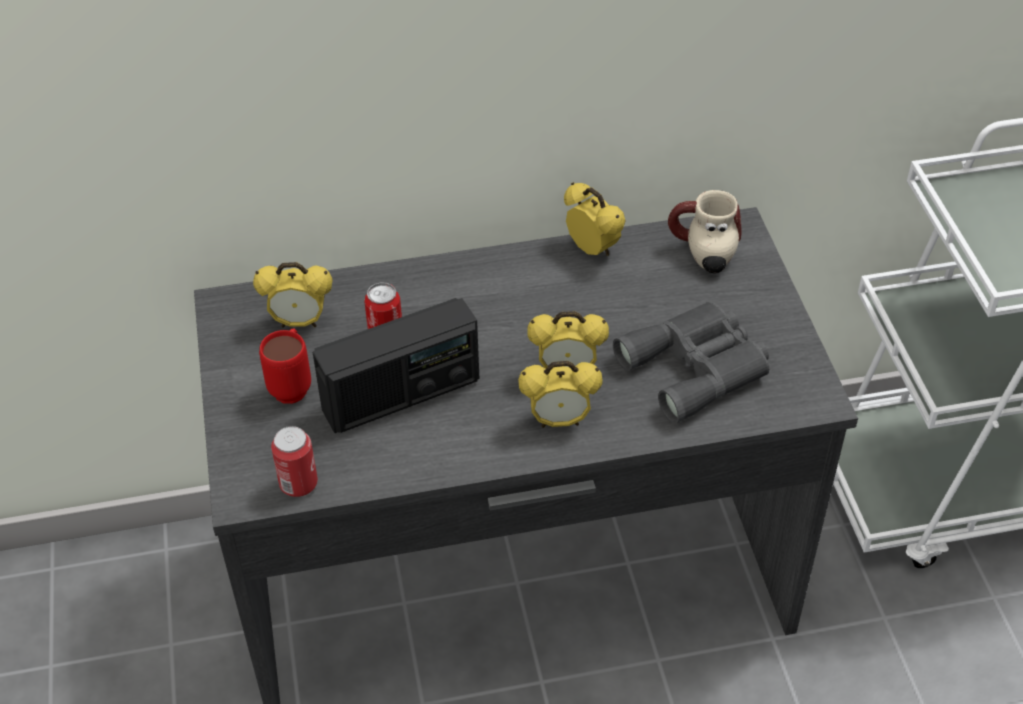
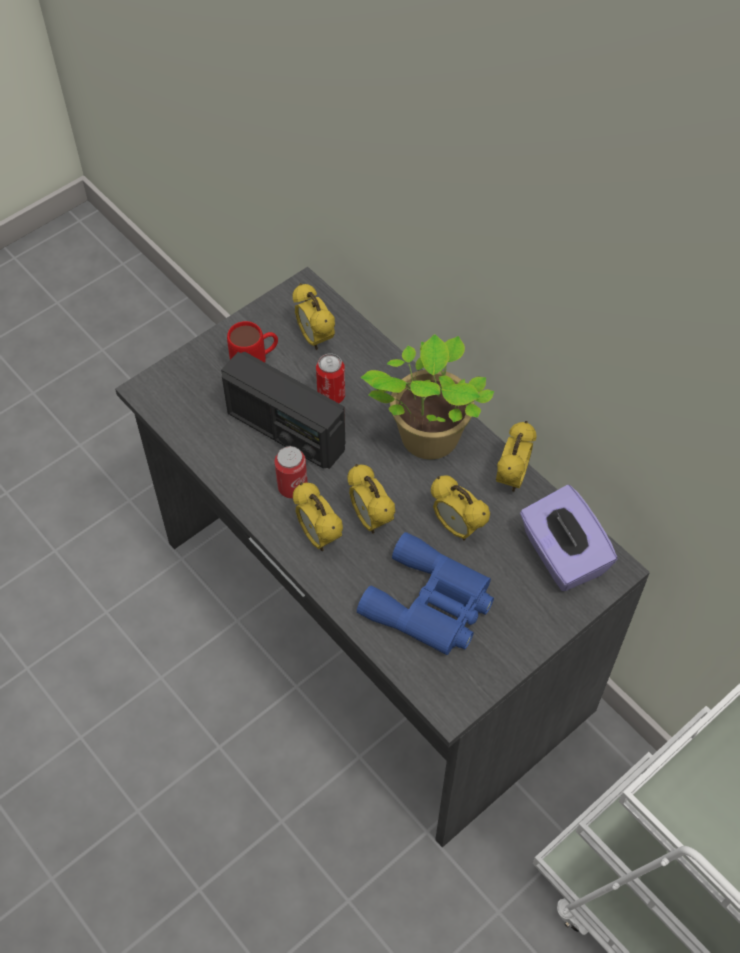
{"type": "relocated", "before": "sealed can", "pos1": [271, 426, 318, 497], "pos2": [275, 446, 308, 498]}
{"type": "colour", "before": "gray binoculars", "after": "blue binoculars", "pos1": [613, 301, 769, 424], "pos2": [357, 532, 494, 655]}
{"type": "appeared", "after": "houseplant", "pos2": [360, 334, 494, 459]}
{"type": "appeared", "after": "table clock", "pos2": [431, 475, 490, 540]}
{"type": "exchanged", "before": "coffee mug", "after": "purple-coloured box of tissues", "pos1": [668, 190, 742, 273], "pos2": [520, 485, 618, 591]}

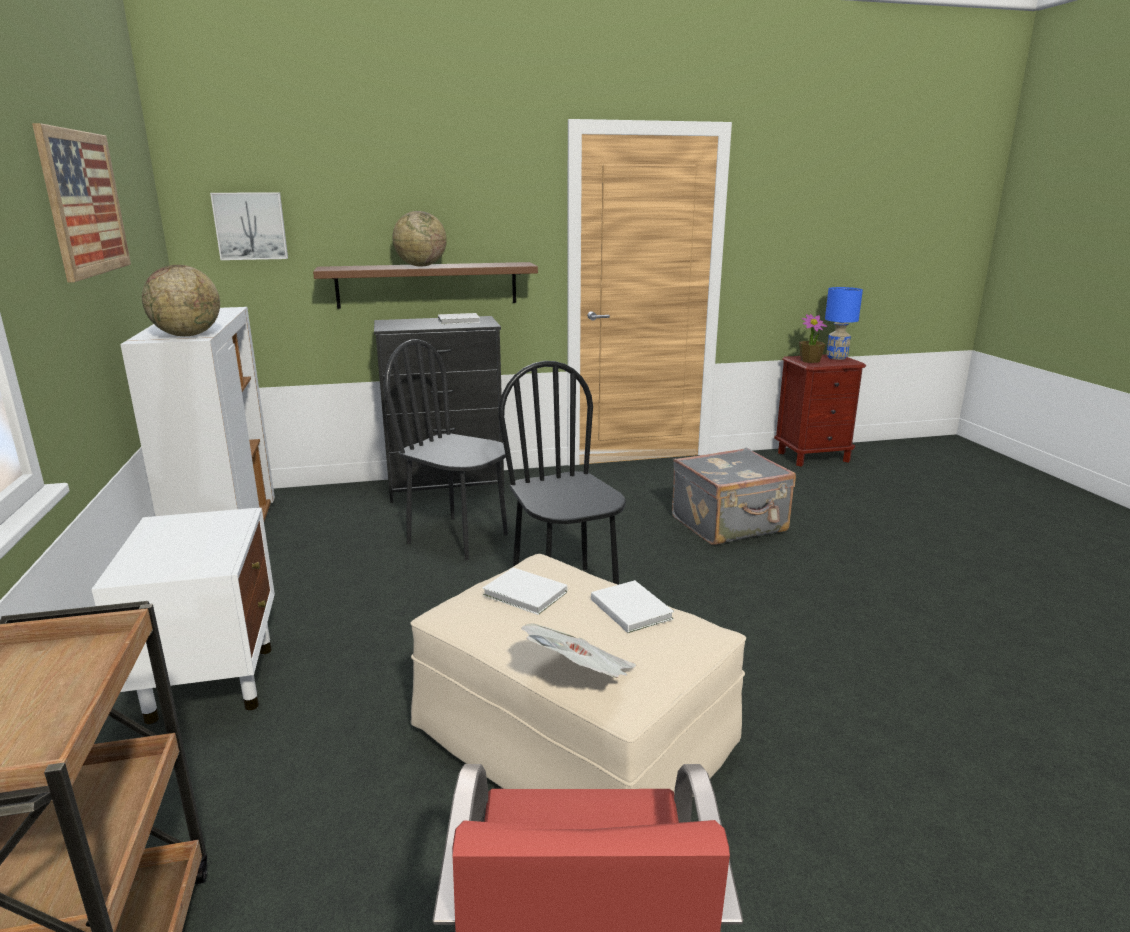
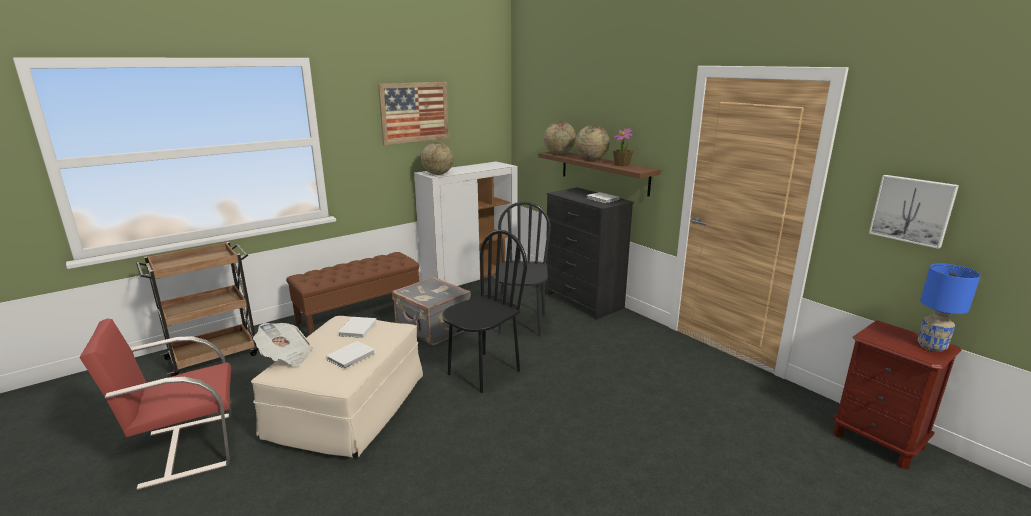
{"type": "exchanged", "before": "white nightstand", "after": "brownish bench", "pos1": [91, 508, 275, 724], "pos2": [286, 252, 419, 336]}
{"type": "relocated", "before": "gray suitcase", "pos1": [672, 448, 796, 545], "pos2": [392, 277, 471, 345]}
{"type": "appeared", "after": "desk globe", "pos2": [544, 121, 576, 154]}
{"type": "relocated", "before": "houseplant", "pos1": [799, 314, 827, 363], "pos2": [613, 128, 633, 166]}
{"type": "relocated", "before": "wall art", "pos1": [210, 193, 288, 260], "pos2": [869, 175, 959, 249]}

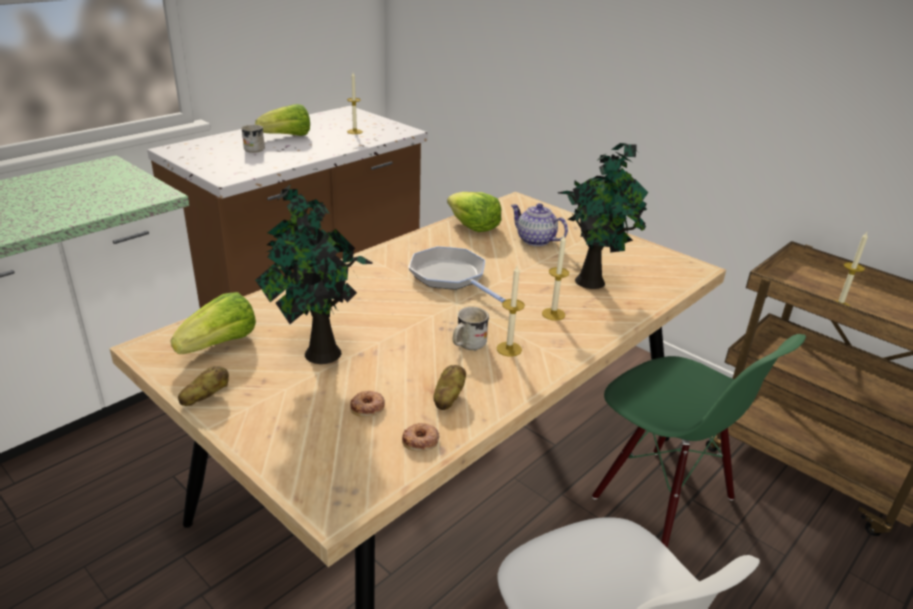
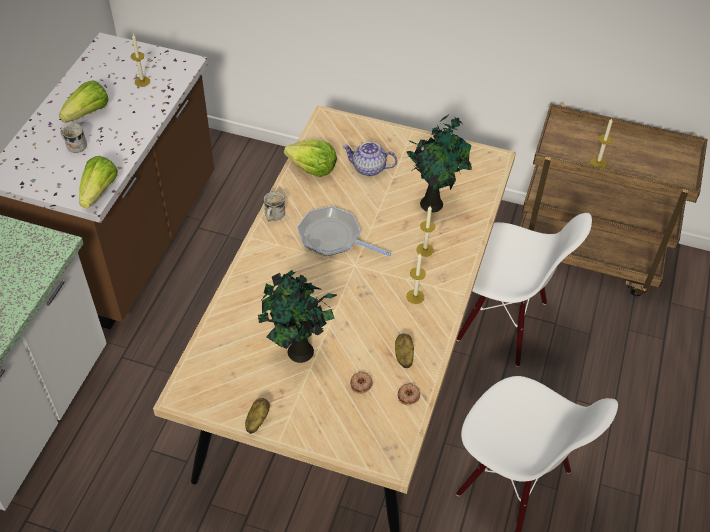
{"type": "relocated", "before": "lettuce", "pos1": [171, 292, 256, 354], "pos2": [79, 156, 118, 208]}
{"type": "relocated", "before": "white coffee mug", "pos1": [453, 307, 489, 351], "pos2": [264, 191, 285, 222]}
{"type": "colour", "before": "green upright chair", "after": "white upright chair", "pos1": [592, 334, 806, 548], "pos2": [457, 213, 592, 367]}

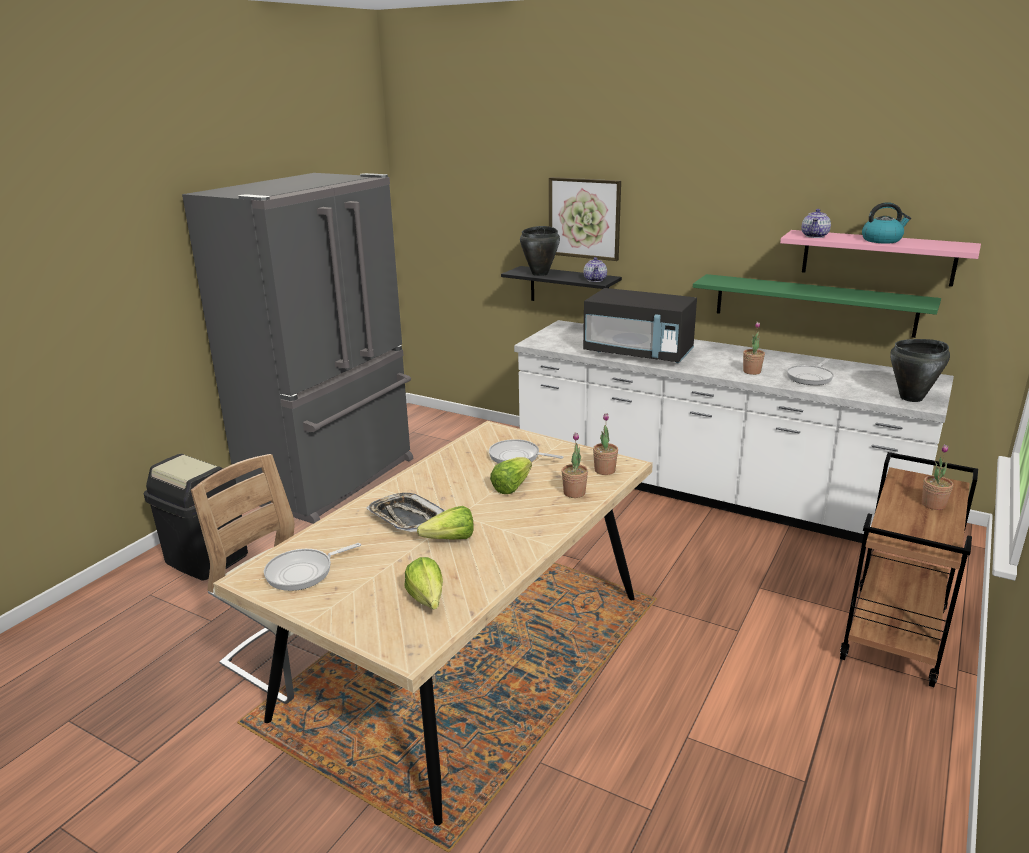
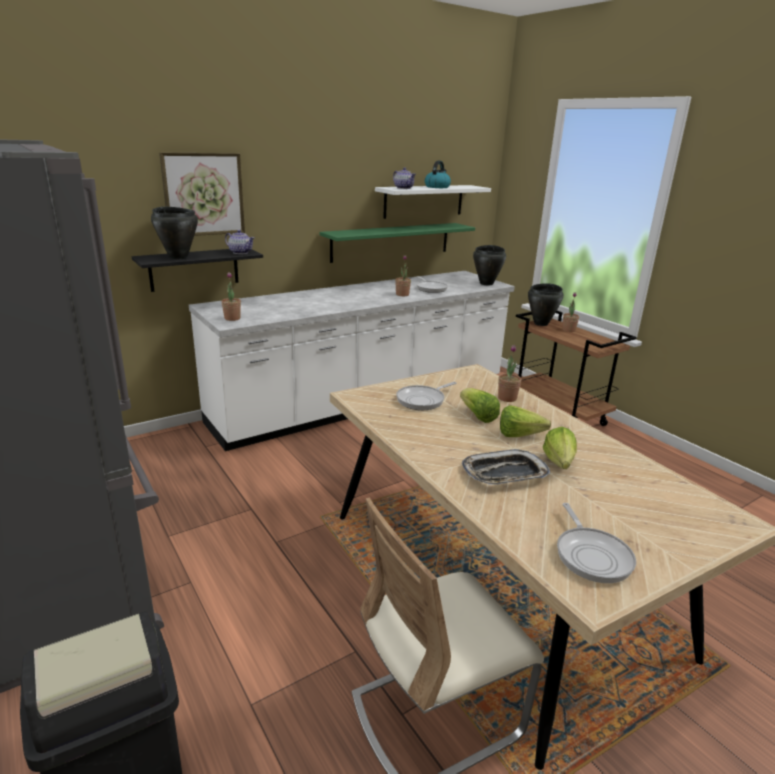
{"type": "relocated", "before": "houseplant", "pos1": [593, 413, 618, 475], "pos2": [222, 272, 241, 321]}
{"type": "colour", "before": "pink shelf", "after": "white shelf", "pos1": [780, 230, 981, 287], "pos2": [375, 185, 491, 219]}
{"type": "relocated", "before": "lettuce", "pos1": [404, 557, 443, 609], "pos2": [500, 405, 551, 437]}
{"type": "appeared", "after": "blackish stockpot", "pos2": [528, 283, 564, 326]}
{"type": "missing", "before": "blackish kitchen microwave", "pos1": [583, 288, 697, 363]}

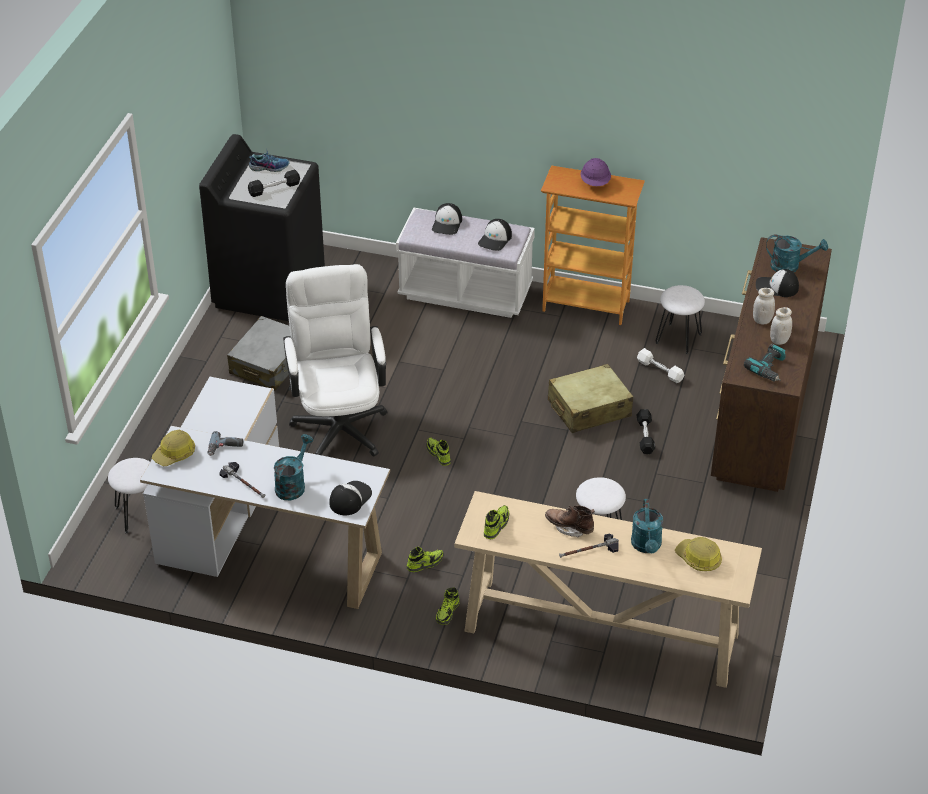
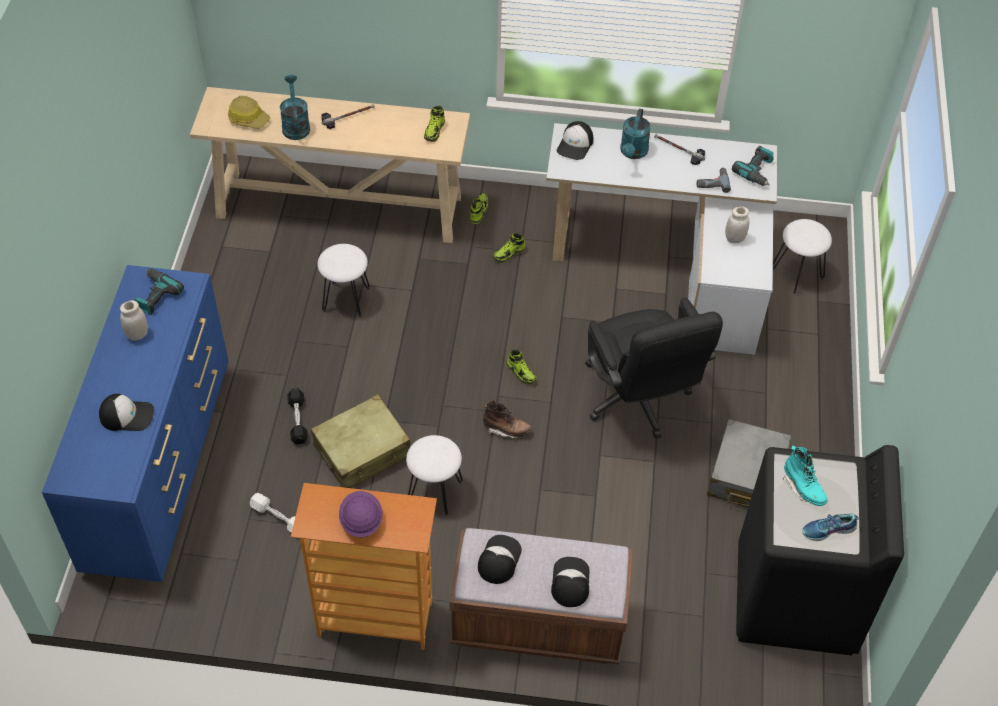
{"type": "colour", "before": "brownish chest of drawers", "after": "blue chest of drawers", "pos1": [711, 237, 832, 492], "pos2": [42, 265, 229, 582]}
{"type": "relocated", "before": "white stool seat", "pos1": [656, 285, 705, 354], "pos2": [406, 435, 463, 516]}
{"type": "colour", "before": "white bench", "after": "brownish bench", "pos1": [396, 207, 535, 318], "pos2": [449, 528, 633, 664]}
{"type": "relocated", "before": "brownish tall boot", "pos1": [545, 506, 595, 538], "pos2": [483, 400, 532, 439]}
{"type": "colour", "before": "white office chair", "after": "blackish office chair", "pos1": [283, 264, 388, 457], "pos2": [585, 297, 723, 439]}
{"type": "relocated", "before": "white preserve jar", "pos1": [753, 288, 775, 324], "pos2": [725, 207, 749, 243]}
{"type": "exchanged", "before": "work helmet", "after": "drill", "pos1": [152, 430, 195, 466], "pos2": [732, 146, 774, 186]}
{"type": "exchanged", "before": "blackish hand weight", "after": "turquoise-coloured tall boot", "pos1": [248, 170, 300, 197], "pos2": [783, 445, 828, 506]}
{"type": "missing", "before": "turquoise-coloured sprinkling can", "pos1": [766, 235, 828, 273]}

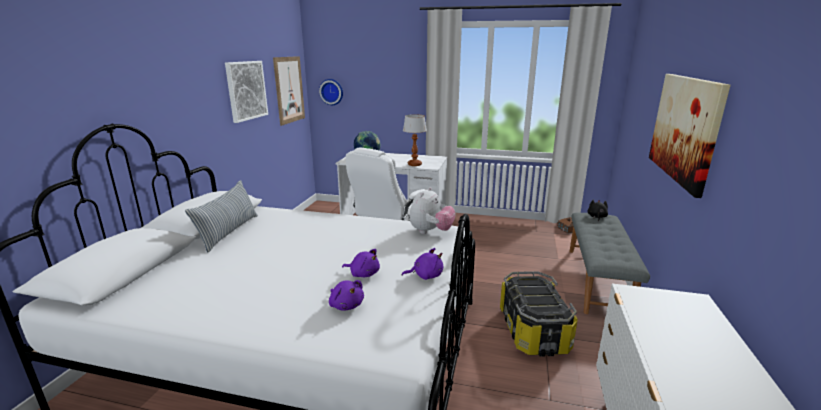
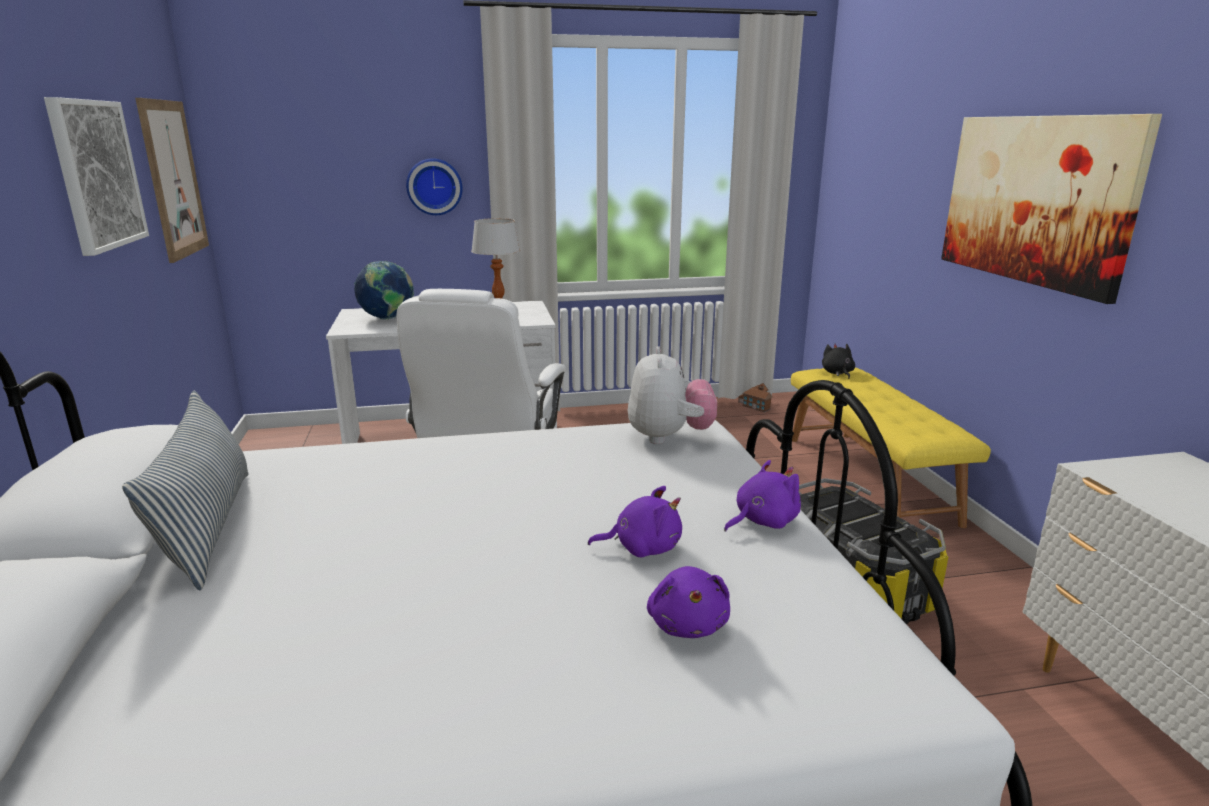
{"type": "relocated", "before": "wall clock", "pos1": [319, 79, 343, 105], "pos2": [406, 158, 463, 215]}
{"type": "spun", "before": "purple-coloured plush toy", "pos1": [329, 280, 364, 311], "pos2": [647, 566, 730, 638], "turn": 60}
{"type": "colour", "before": "gray bench", "after": "yellow bench", "pos1": [569, 213, 650, 314], "pos2": [791, 368, 991, 528]}

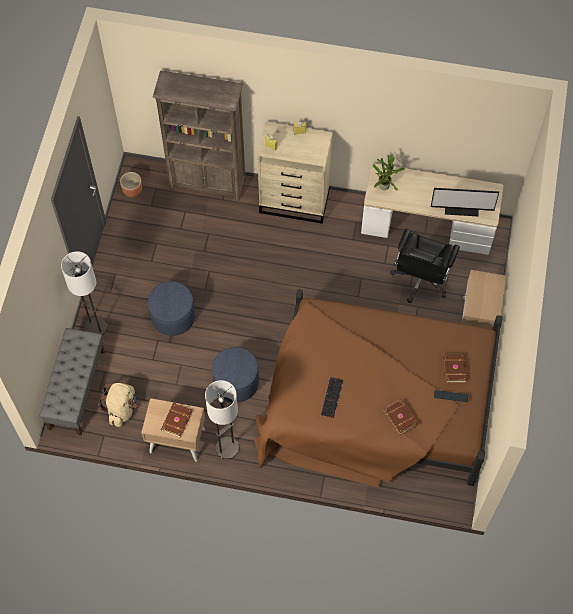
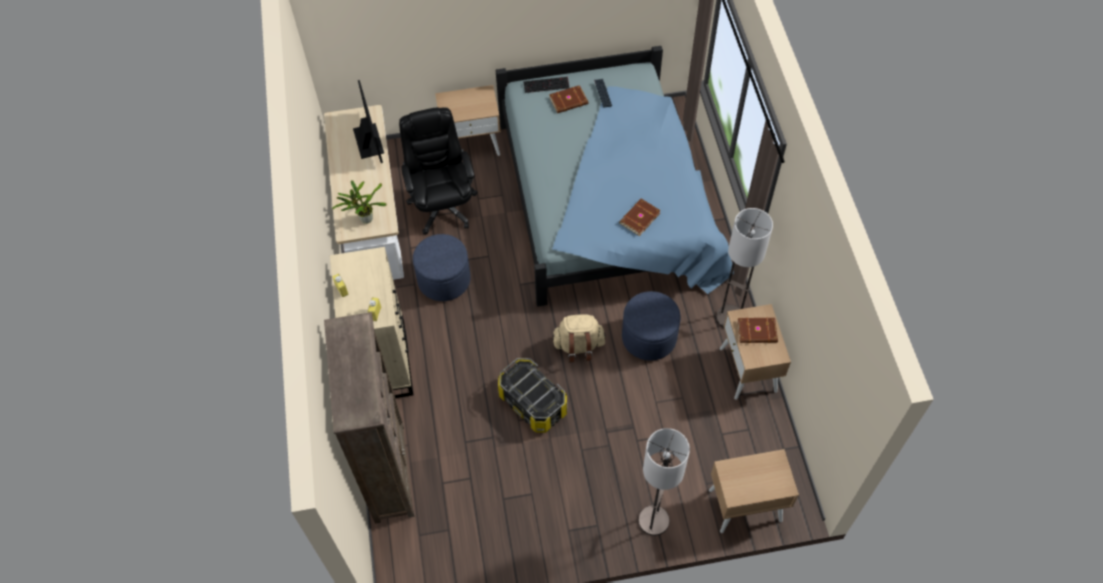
{"type": "spun", "before": "blackish office chair", "pos1": [390, 229, 460, 303], "pos2": [399, 107, 477, 235], "turn": -105}
{"type": "relocated", "before": "blue footrest", "pos1": [148, 281, 195, 336], "pos2": [413, 234, 470, 301]}
{"type": "colour", "before": "brownish sleeping bed", "after": "blue sleeping bed", "pos1": [254, 289, 503, 488], "pos2": [496, 46, 734, 307]}
{"type": "appeared", "after": "storage box", "pos2": [498, 358, 567, 433]}
{"type": "relocated", "before": "keyboard", "pos1": [321, 377, 343, 418], "pos2": [523, 77, 570, 93]}
{"type": "relocated", "before": "sand-coloured backpack", "pos1": [98, 383, 137, 427], "pos2": [551, 314, 606, 362]}
{"type": "relocated", "before": "brownish bound book", "pos1": [383, 399, 418, 435], "pos2": [619, 199, 661, 236]}
{"type": "exchanged", "before": "gray bench", "after": "sand-coloured nightstand", "pos1": [39, 328, 105, 436], "pos2": [709, 449, 799, 533]}
{"type": "missing", "before": "brownish flower pot", "pos1": [120, 172, 142, 197]}

